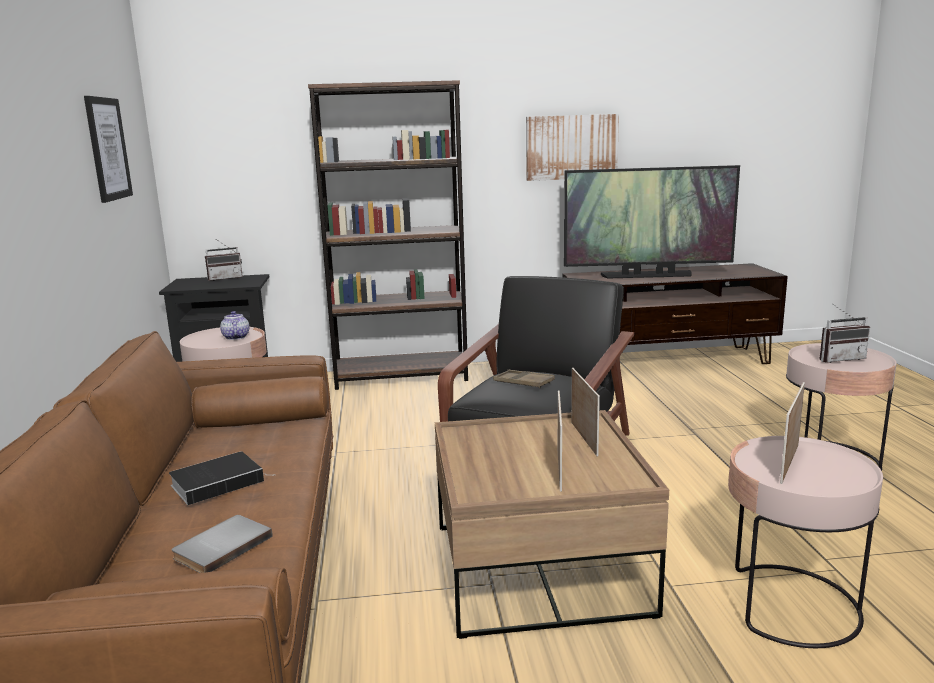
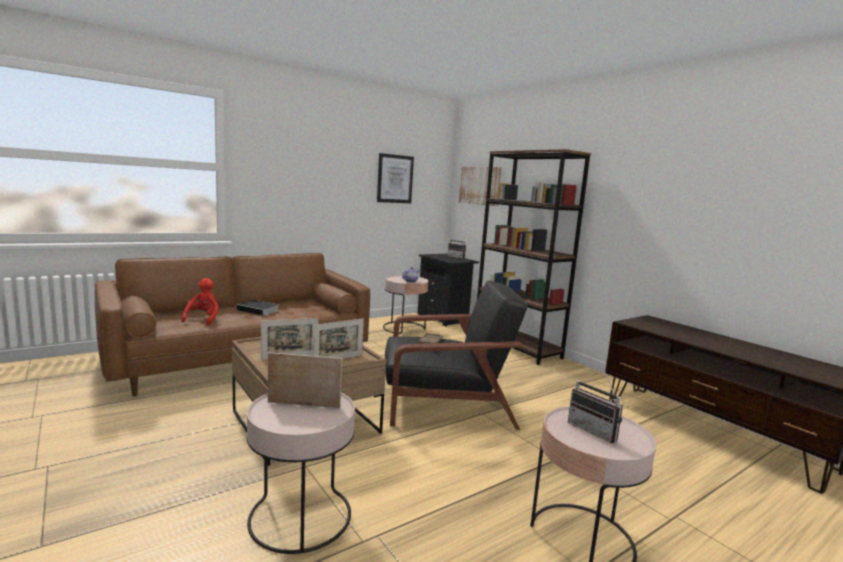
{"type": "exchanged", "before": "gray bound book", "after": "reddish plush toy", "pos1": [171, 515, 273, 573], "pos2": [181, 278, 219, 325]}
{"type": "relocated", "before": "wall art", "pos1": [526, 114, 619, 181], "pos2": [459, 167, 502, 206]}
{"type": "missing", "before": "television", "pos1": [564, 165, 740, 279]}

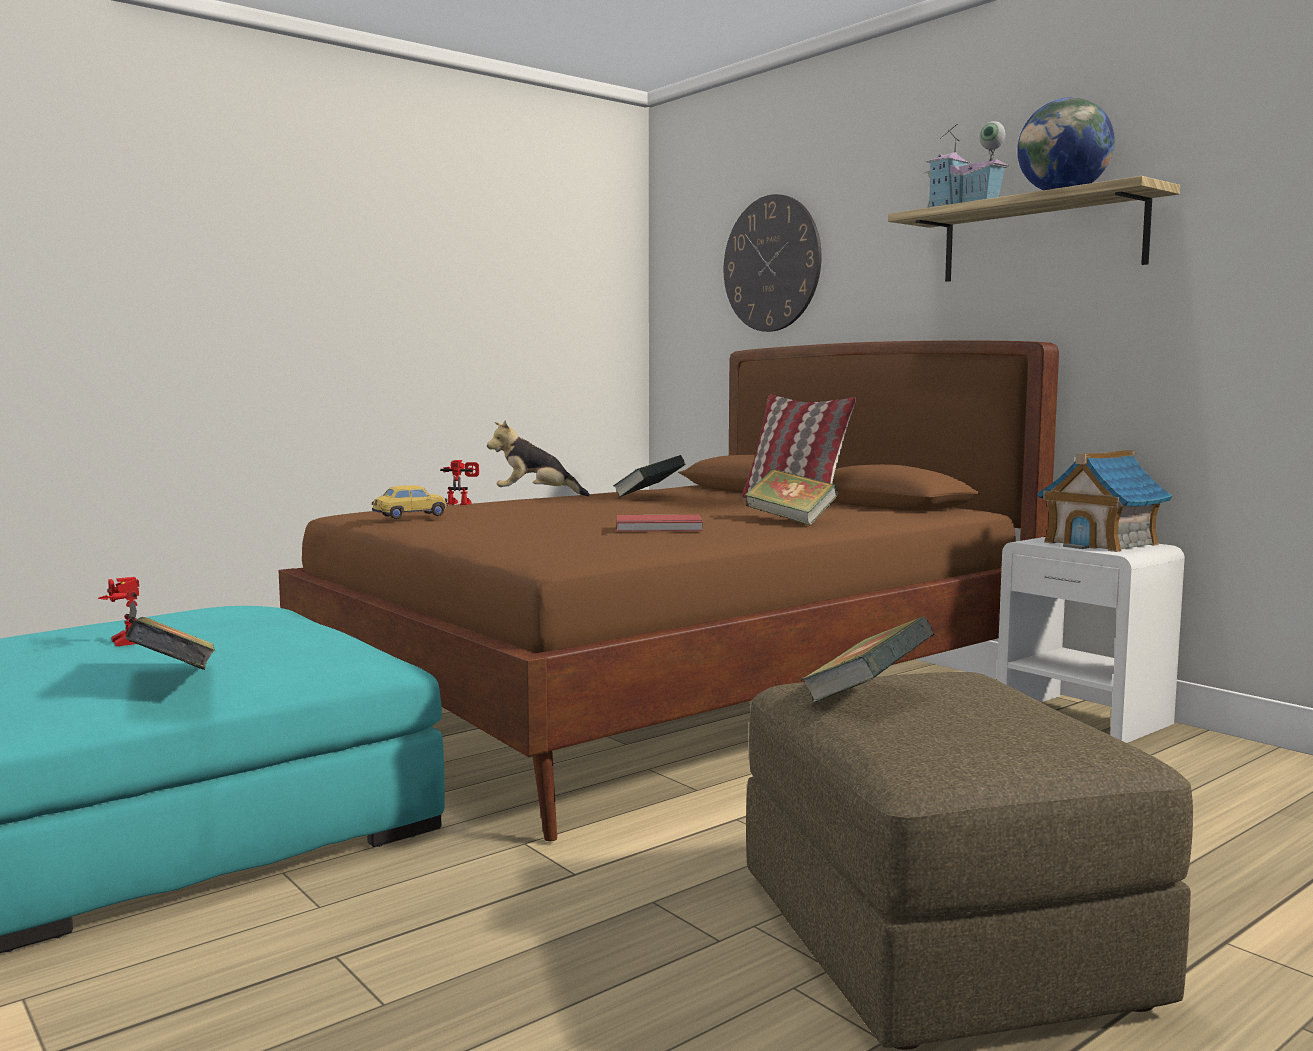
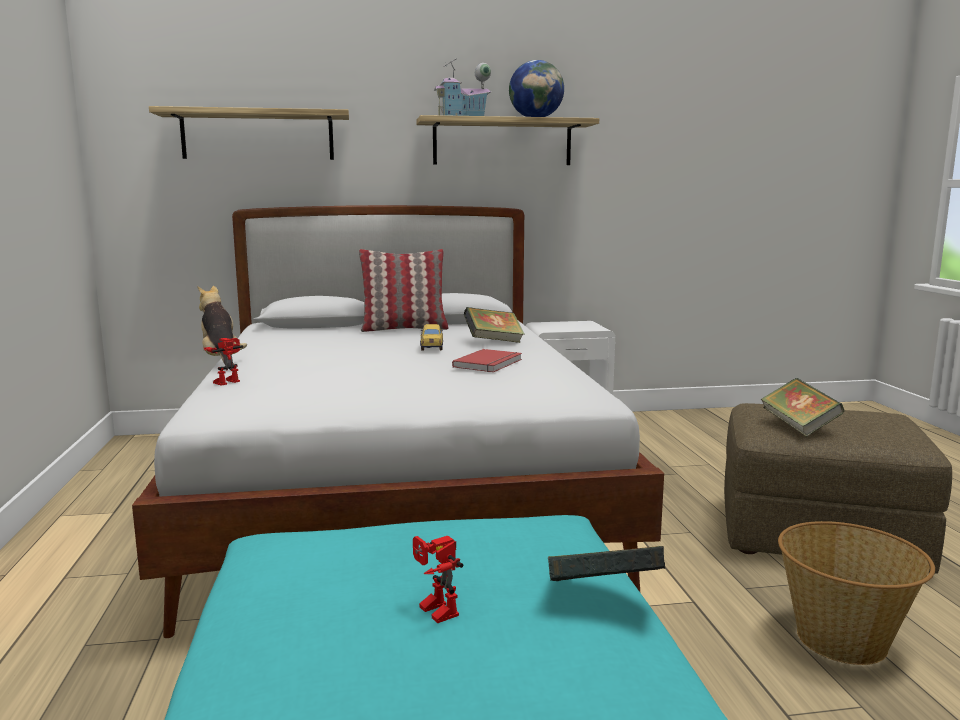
{"type": "colour", "before": "brownish sleeping bed", "after": "white sleeping bed", "pos1": [279, 341, 1059, 841], "pos2": [132, 205, 664, 638]}
{"type": "exchanged", "before": "wall clock", "after": "shelf", "pos1": [724, 194, 821, 332], "pos2": [149, 106, 349, 160]}
{"type": "spun", "before": "plush toy", "pos1": [487, 420, 590, 496], "pos2": [197, 286, 247, 370], "turn": 120}
{"type": "spun", "before": "robot figure", "pos1": [98, 577, 139, 647], "pos2": [413, 536, 463, 623], "turn": 60}
{"type": "relocated", "before": "model car", "pos1": [372, 485, 448, 519], "pos2": [420, 324, 443, 351]}
{"type": "appeared", "after": "basket", "pos2": [778, 521, 935, 665]}
{"type": "missing", "before": "bound book", "pos1": [613, 455, 685, 498]}
{"type": "missing", "before": "model house", "pos1": [1037, 450, 1172, 552]}

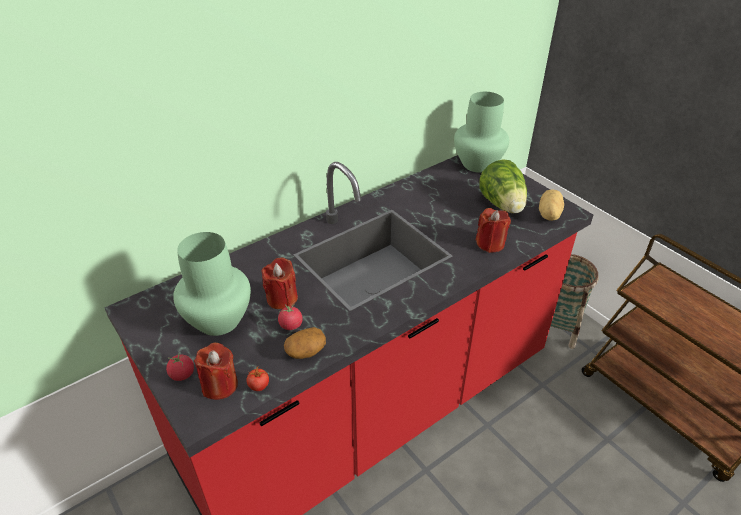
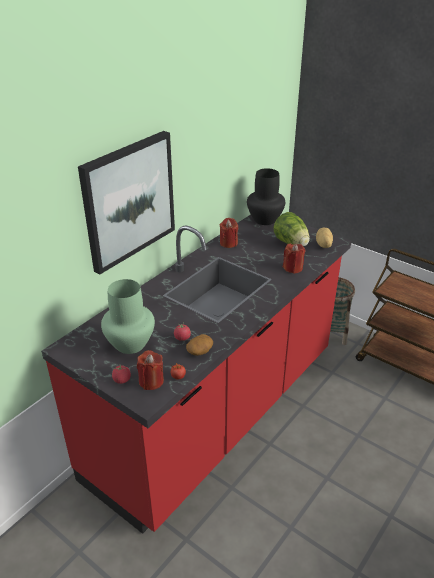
{"type": "appeared", "after": "wall art", "pos2": [78, 131, 175, 274]}
{"type": "relocated", "before": "reddish wax candle", "pos1": [262, 258, 298, 309], "pos2": [220, 218, 238, 248]}
{"type": "colour", "before": "green flower vase", "after": "blackish flower vase", "pos1": [454, 92, 509, 173], "pos2": [247, 168, 285, 225]}

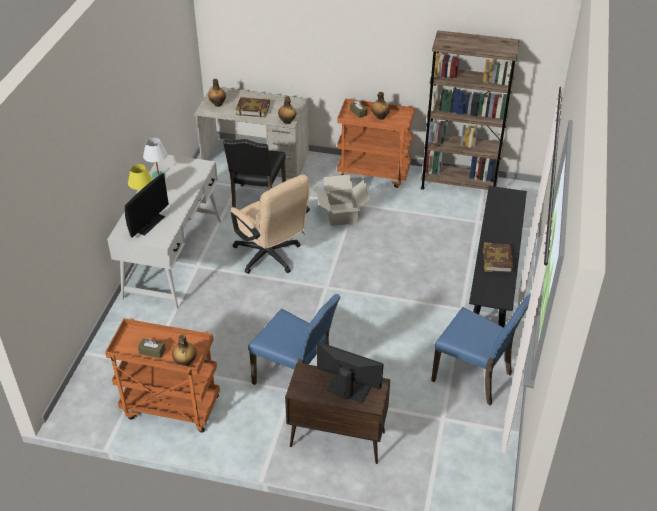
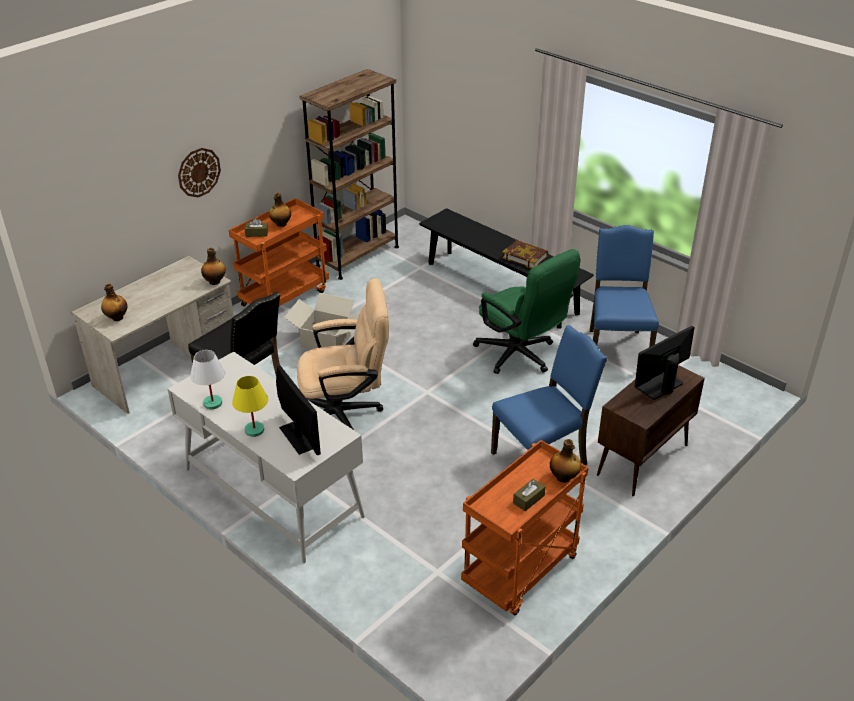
{"type": "appeared", "after": "wall clock", "pos2": [178, 148, 221, 197]}
{"type": "appeared", "after": "green office chair", "pos2": [473, 249, 580, 374]}
{"type": "spun", "before": "blue upright chair", "pos1": [431, 293, 531, 405], "pos2": [590, 225, 659, 347], "turn": -60}
{"type": "missing", "before": "bound book", "pos1": [235, 97, 270, 117]}

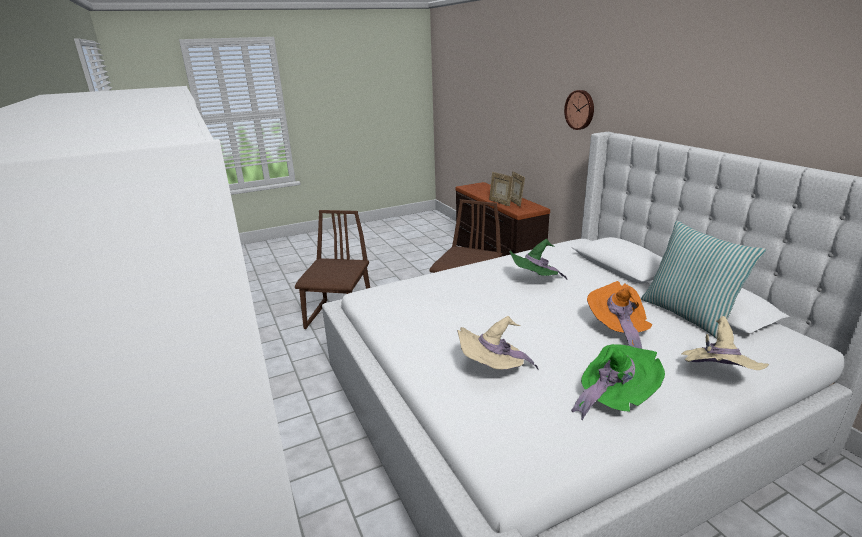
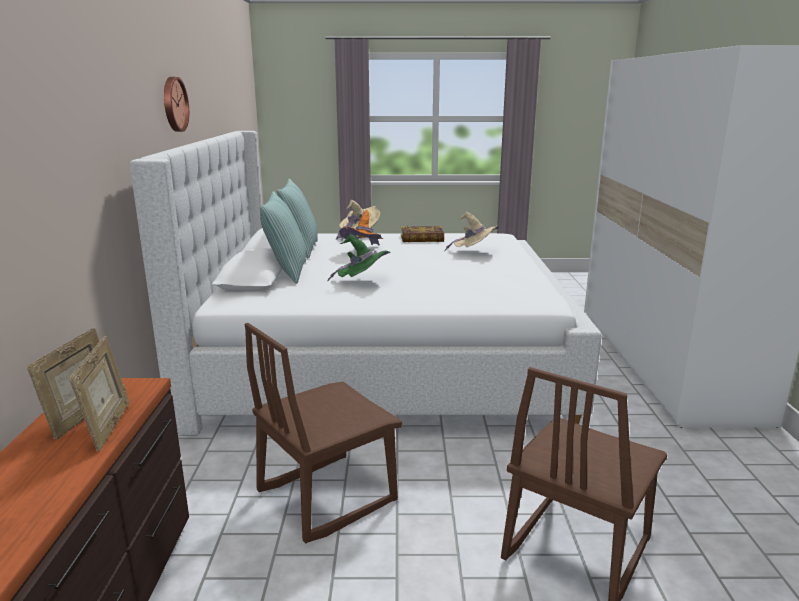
{"type": "relocated", "before": "wall clock", "pos1": [564, 90, 594, 130], "pos2": [164, 77, 189, 132]}
{"type": "appeared", "after": "cushion", "pos2": [260, 191, 306, 284]}
{"type": "exchanged", "before": "green hat", "after": "bound book", "pos1": [571, 344, 665, 420], "pos2": [401, 226, 444, 242]}

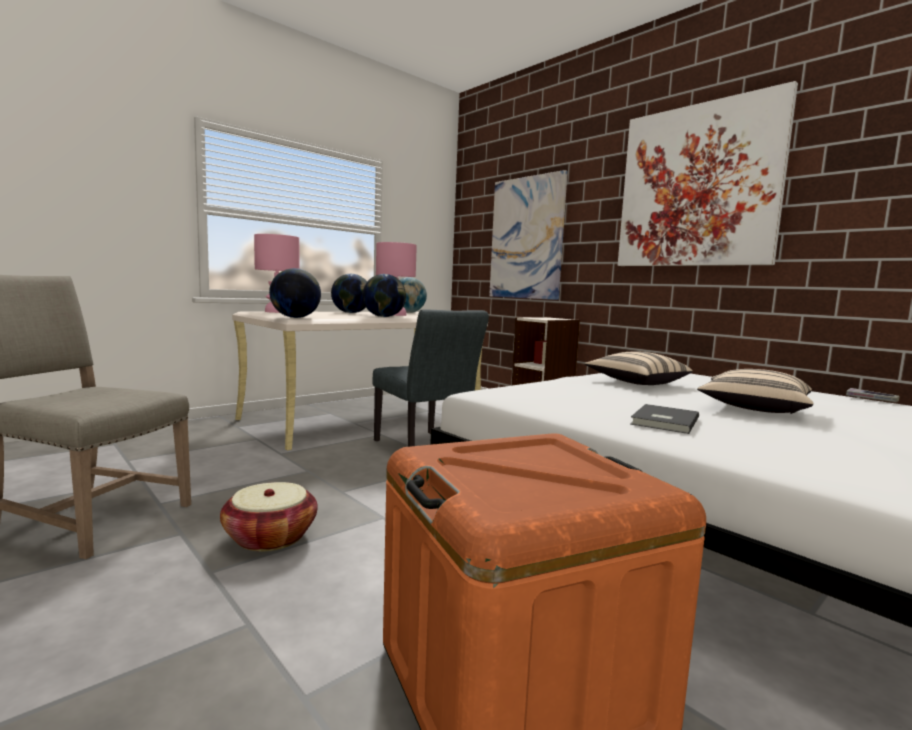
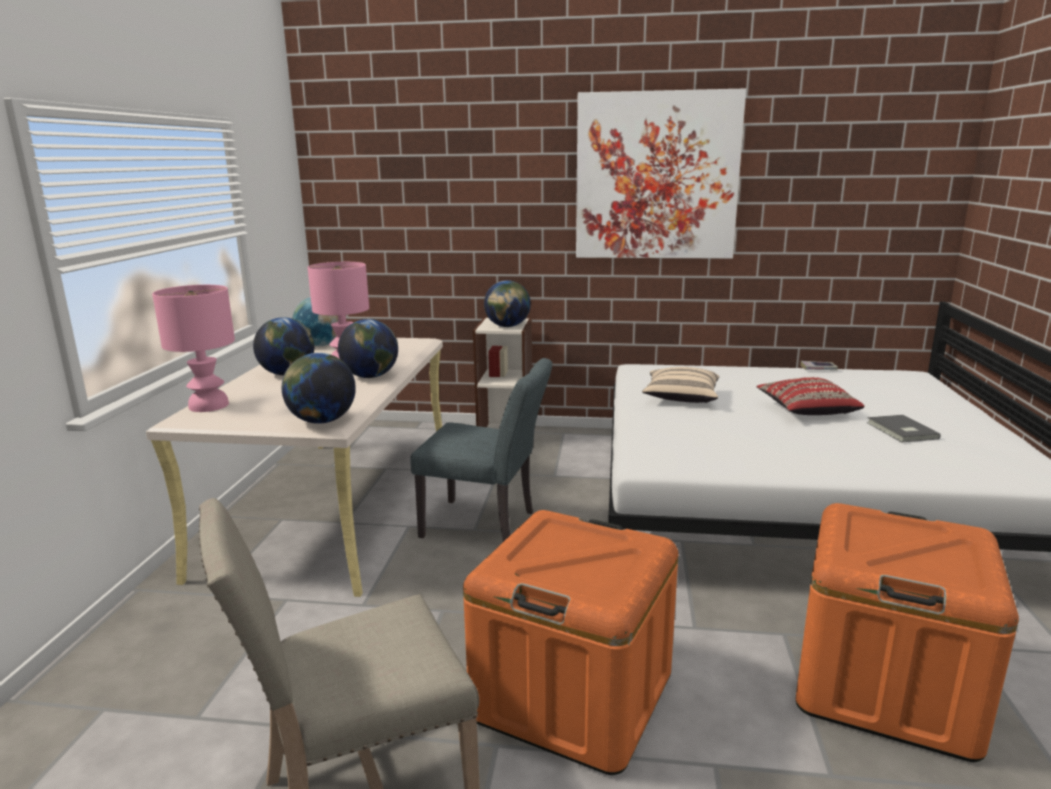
{"type": "exchanged", "before": "basket", "after": "orangey storage box", "pos1": [220, 482, 318, 551], "pos2": [463, 510, 678, 775]}
{"type": "appeared", "after": "desk globe", "pos2": [484, 280, 531, 327]}
{"type": "colour", "before": "sand-coloured cushion", "after": "reddish cushion", "pos1": [697, 369, 813, 414], "pos2": [756, 377, 864, 415]}
{"type": "relocated", "before": "gray bound book", "pos1": [630, 404, 699, 434], "pos2": [867, 415, 940, 442]}
{"type": "missing", "before": "wall art", "pos1": [489, 170, 568, 300]}

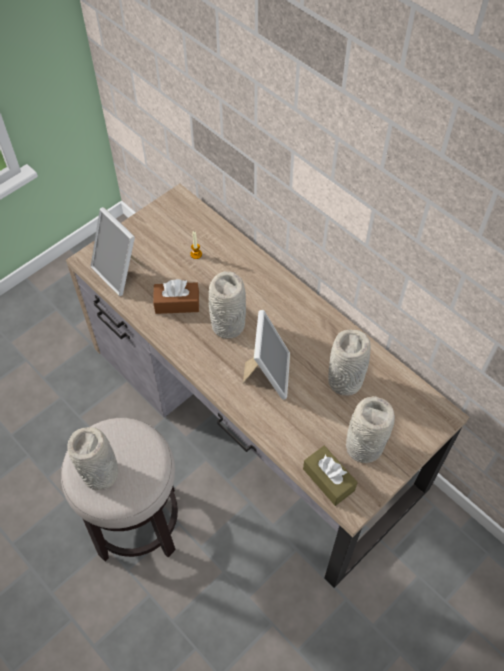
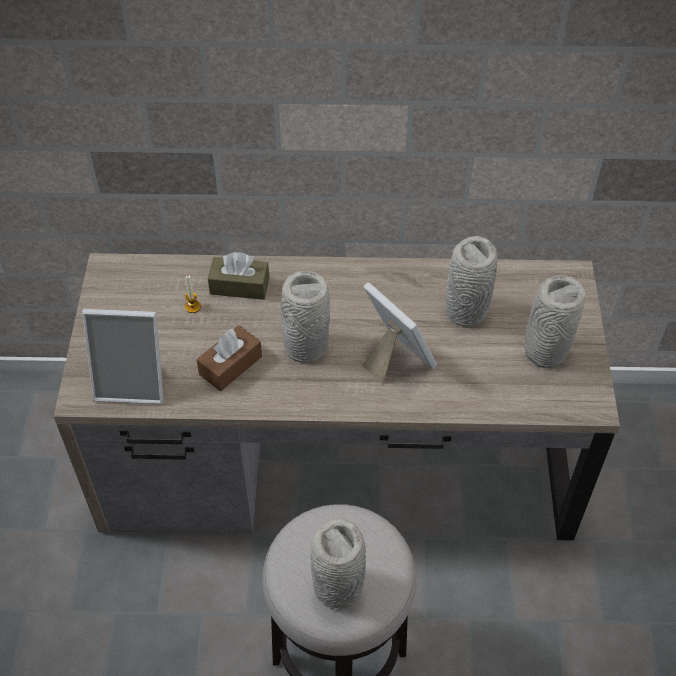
{"type": "relocated", "before": "brownish box of tissues", "pos1": [303, 446, 357, 506], "pos2": [208, 252, 269, 300]}

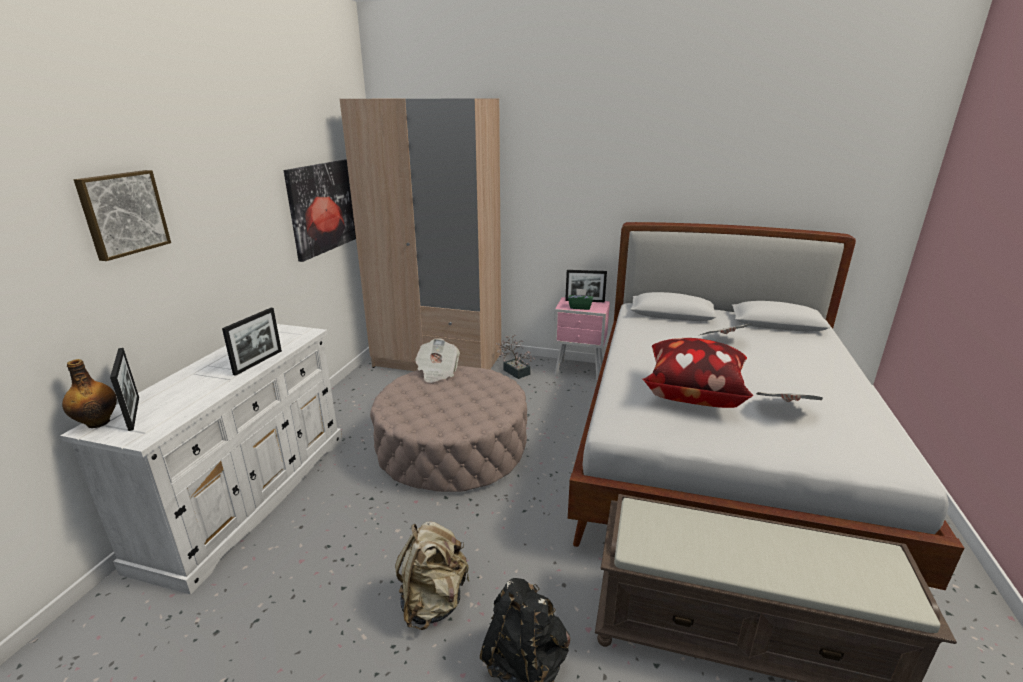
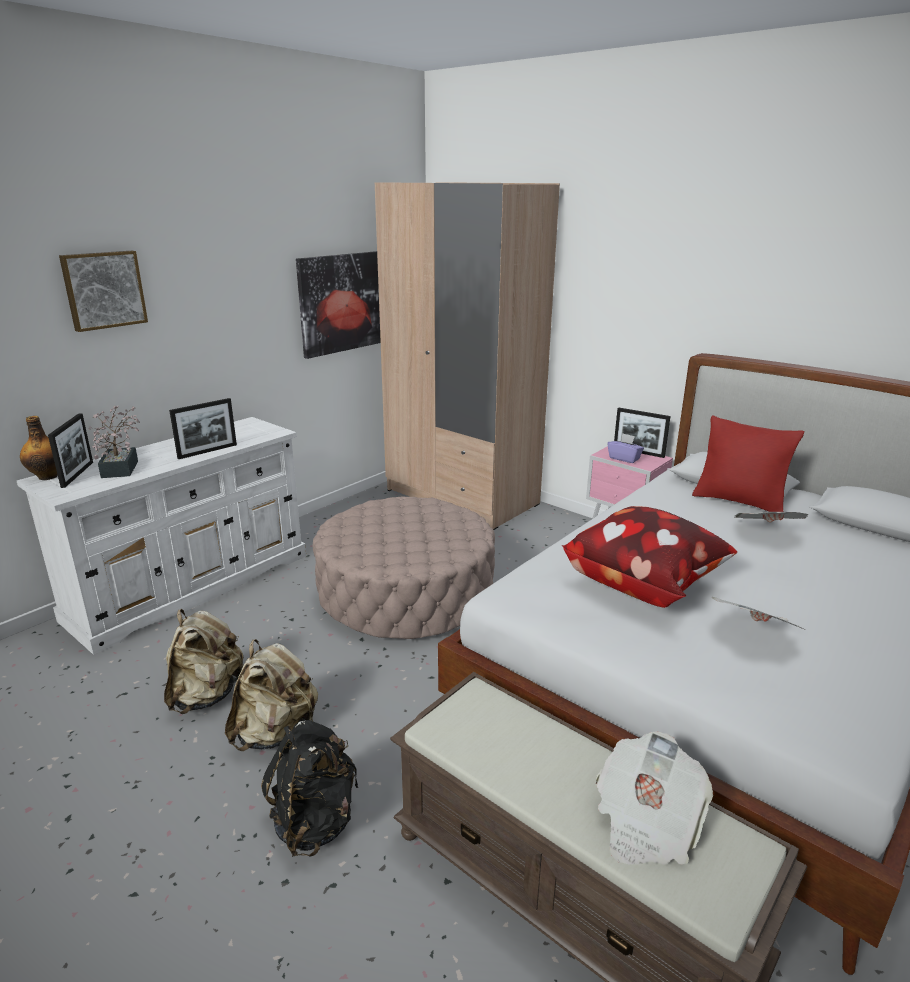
{"type": "relocated", "before": "houseplant", "pos1": [496, 335, 536, 379], "pos2": [89, 405, 140, 478]}
{"type": "appeared", "after": "sand-coloured backpack", "pos2": [164, 609, 243, 714]}
{"type": "relocated", "before": "daily paper", "pos1": [415, 338, 460, 383], "pos2": [596, 731, 713, 865]}
{"type": "colour", "before": "green box of tissues", "after": "purple-coloured box of tissues", "pos1": [568, 288, 593, 310], "pos2": [608, 433, 644, 463]}
{"type": "appeared", "after": "reddish cushion", "pos2": [692, 416, 804, 512]}

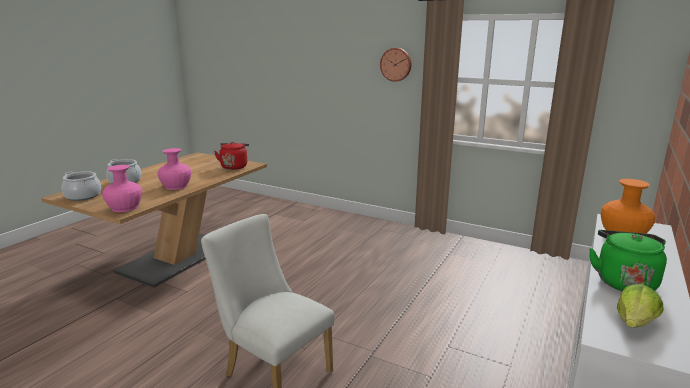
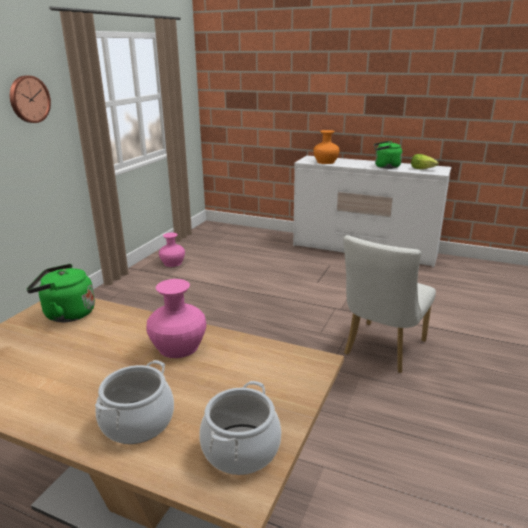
{"type": "colour", "before": "reddish tea kettle", "after": "green tea kettle", "pos1": [214, 142, 249, 170], "pos2": [27, 264, 95, 322]}
{"type": "relocated", "before": "pink flower vase", "pos1": [102, 165, 142, 212], "pos2": [159, 233, 185, 267]}

